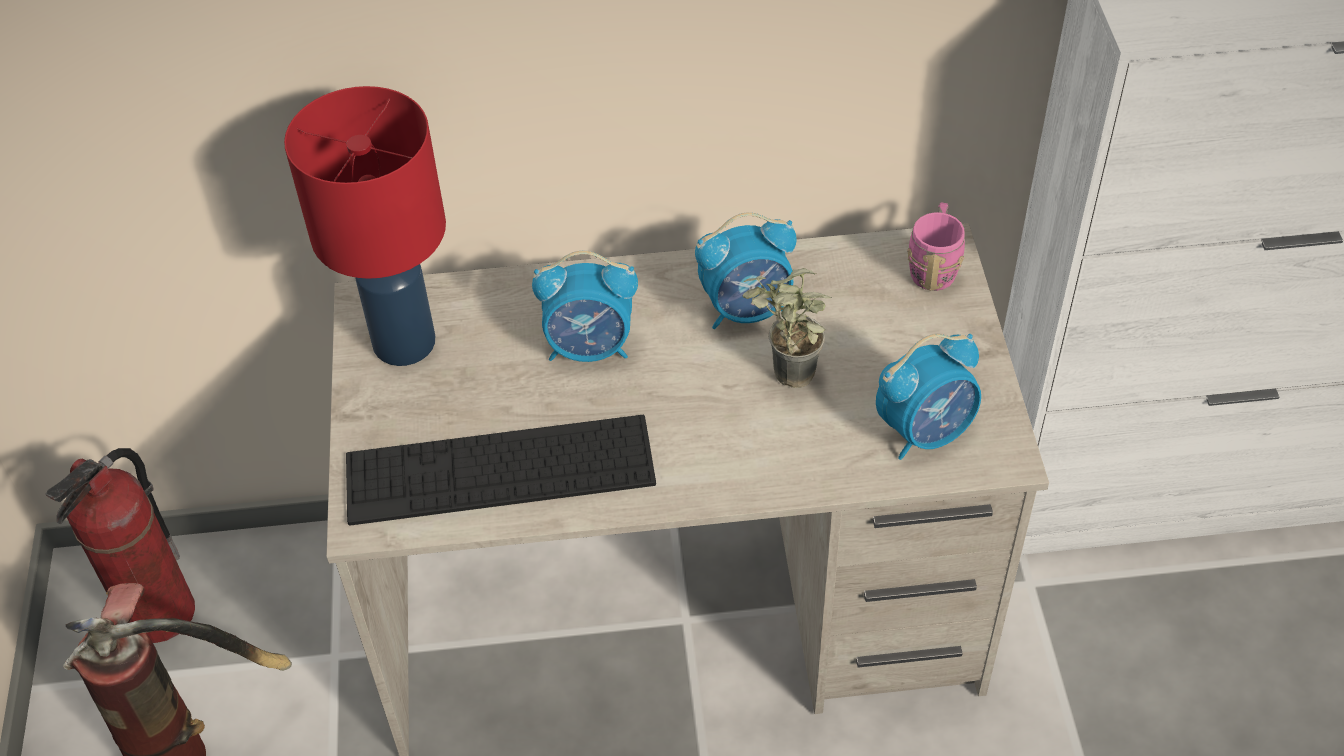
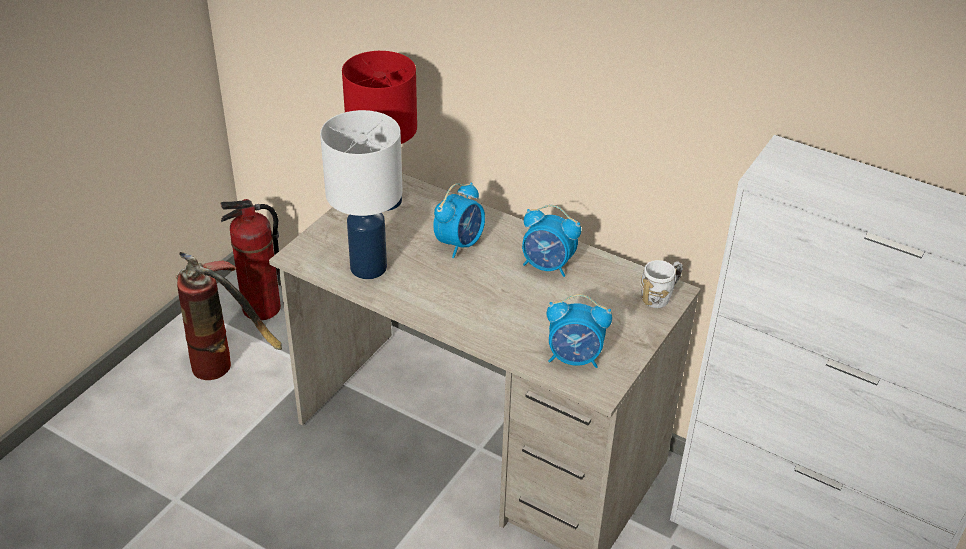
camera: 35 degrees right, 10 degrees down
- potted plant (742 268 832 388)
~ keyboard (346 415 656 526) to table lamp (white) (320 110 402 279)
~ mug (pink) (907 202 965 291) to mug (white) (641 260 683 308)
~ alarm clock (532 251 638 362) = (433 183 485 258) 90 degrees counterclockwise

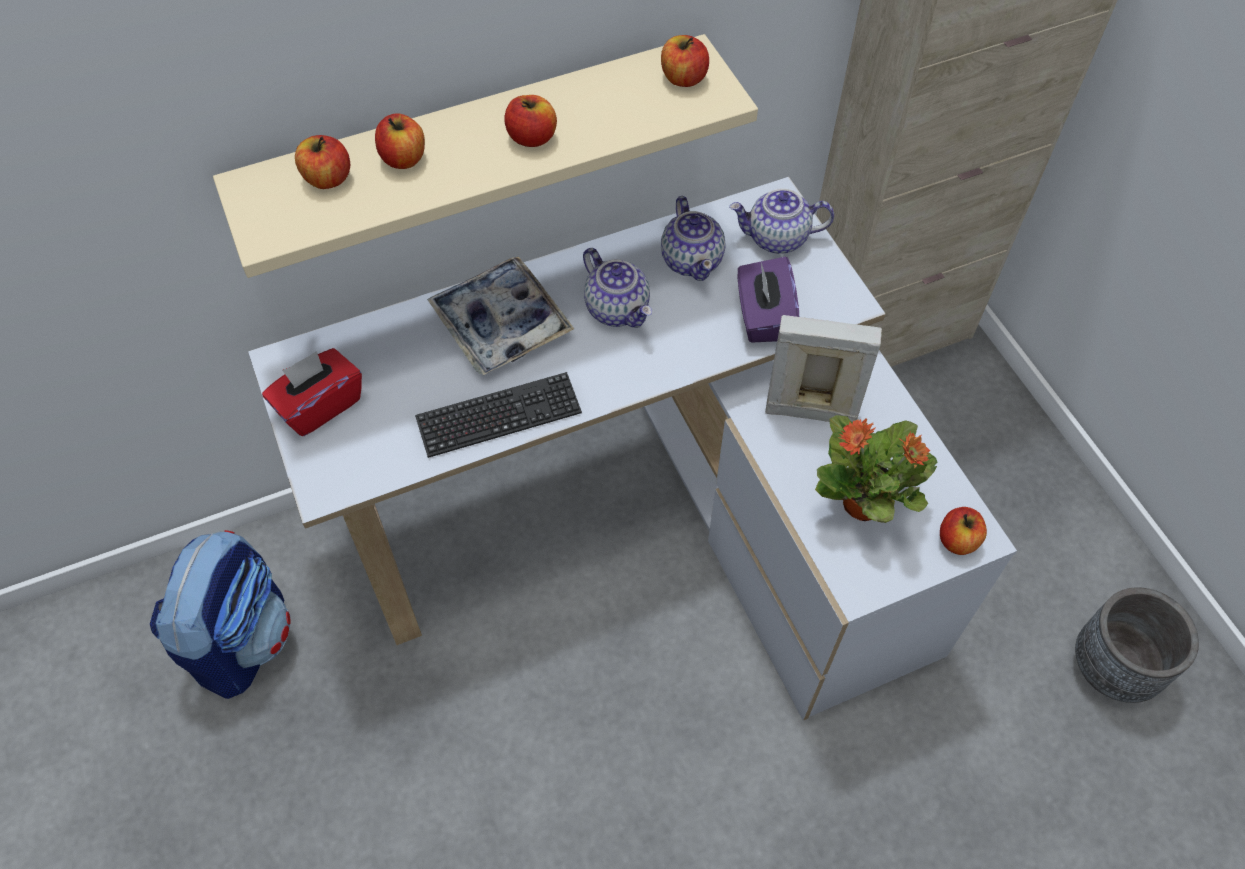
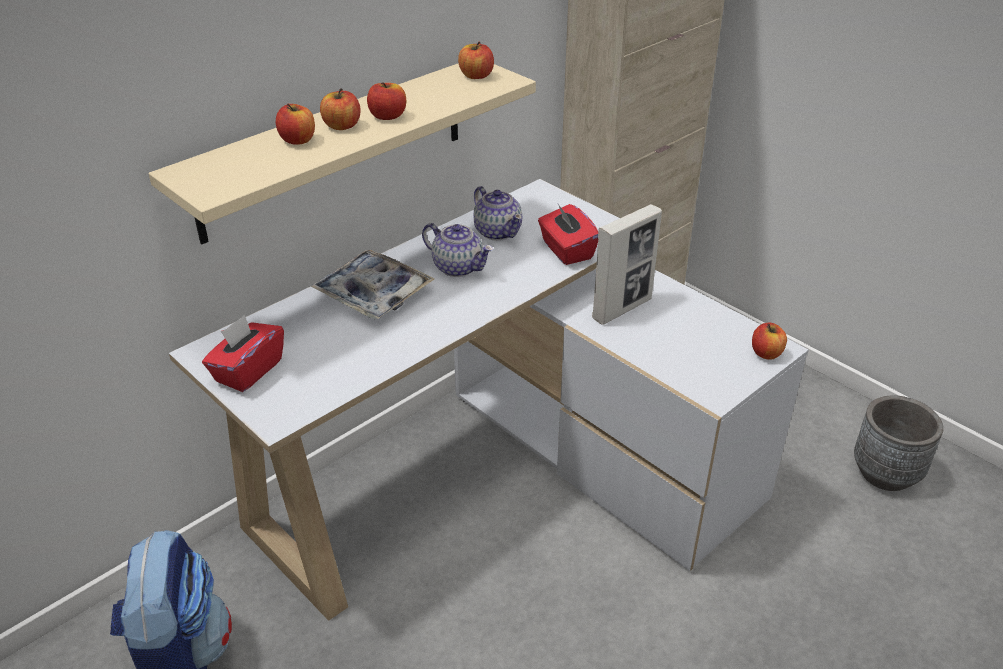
camera: 20 degrees left, 20 degrees down
- keyboard (415 372 582 458)
- teapot (730 188 834 254)
- potted plant (815 415 937 523)
~ apple (295 135 350 189) to (320 88 360 130)
~ tissue box (purple) (738 257 799 343) to tissue box (red) (538 204 598 265)
~ picture frame (765 315 882 423) = (592 204 662 325) 150 degrees clockwise

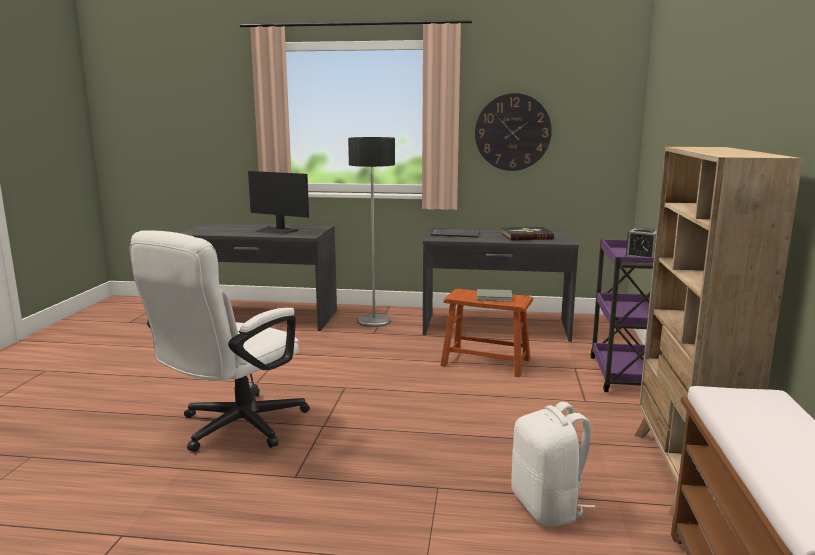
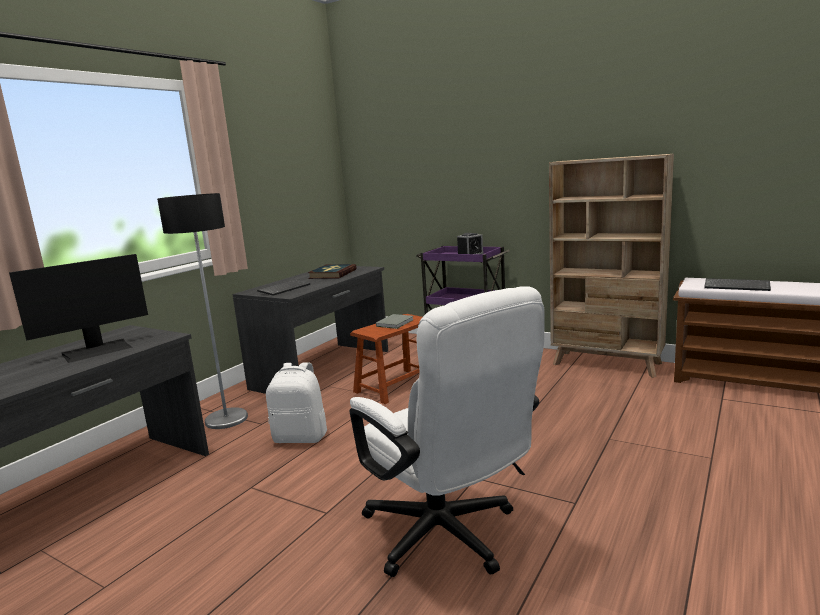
camera: 65 degrees left, 0 degrees up
- wall clock (475 93 552 171)
+ keyboard (704 278 771 291)
~ backpack (white) (511 402 595 527) to (266 362 327 443)

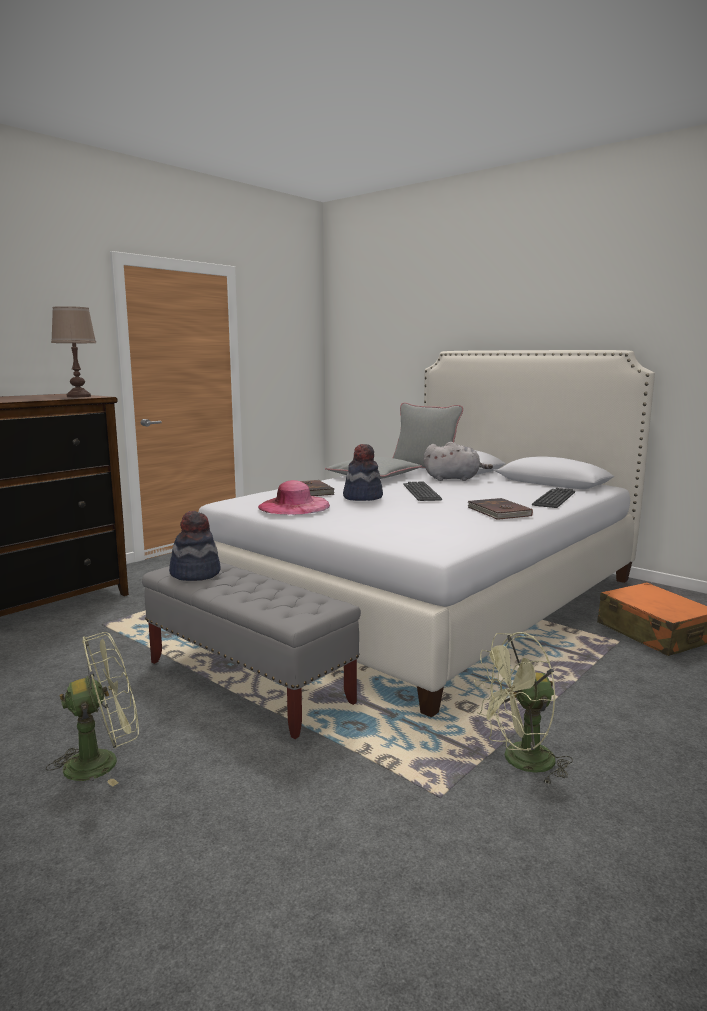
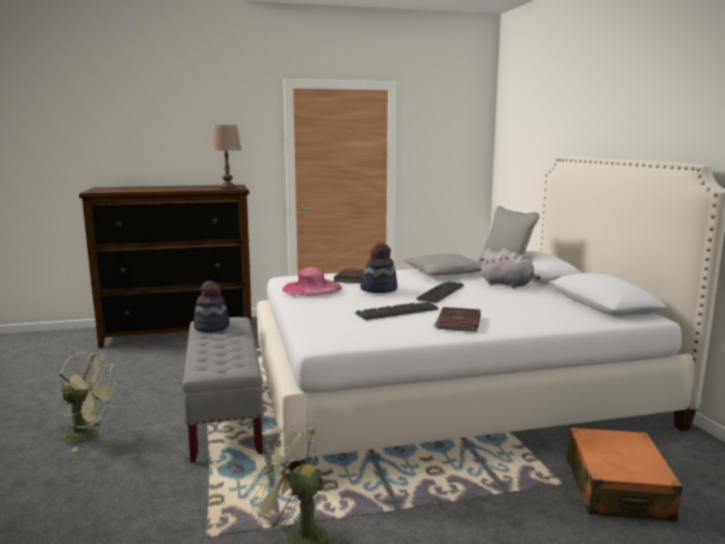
camera: 35 degrees right, 0 degrees up
~ keyboard (532 488 575 508) to (355 302 439 320)

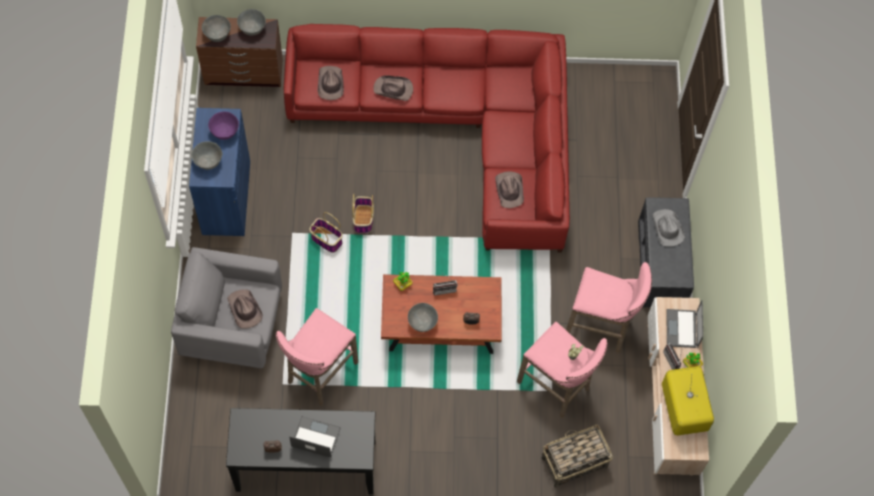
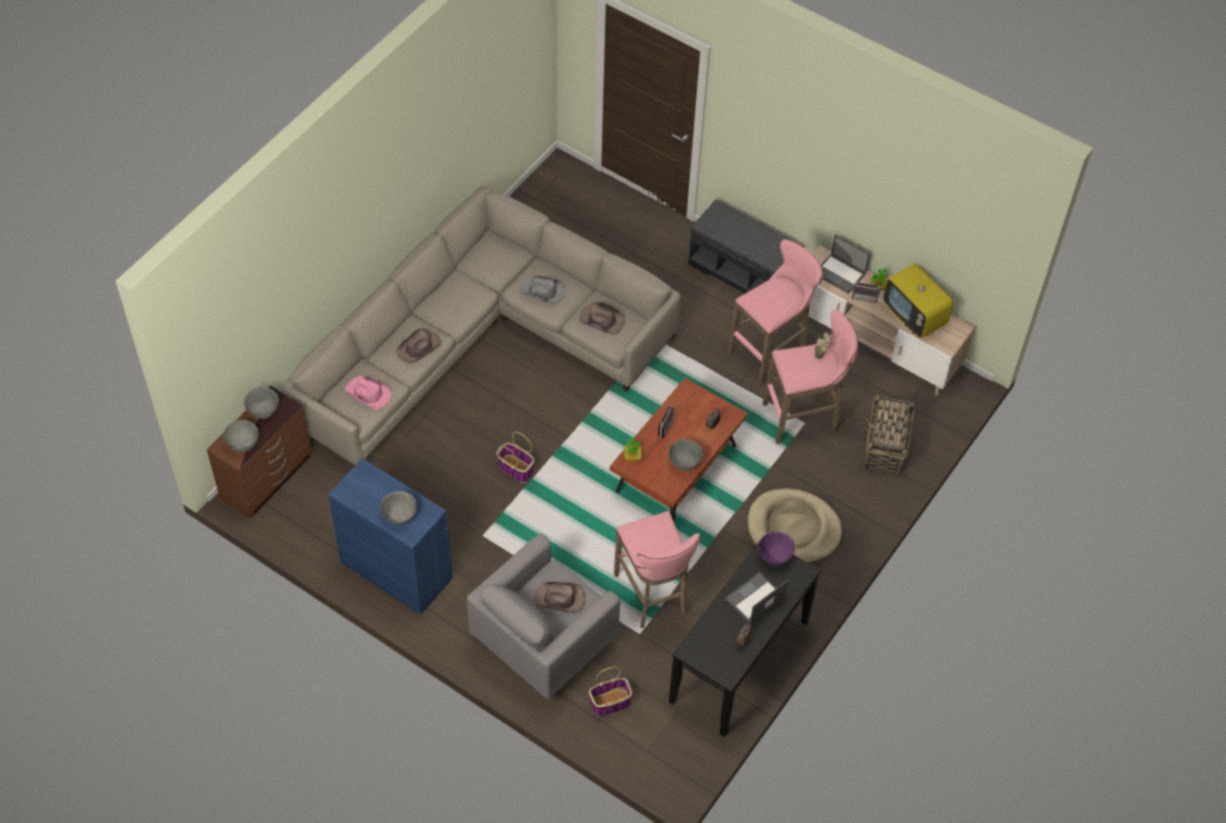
camera: 55 degrees left, 10 degrees down
+ dog bed (beige) (748 488 842 563)
~ bowl (purple) (208 112 239 140) to (759 532 795 565)
~ basket (310 212 343 253) to (589 667 632 716)
~ hat (grey) (652 209 685 247) to (520 276 565 305)
~ sofa (red) (284 24 570 253) to sofa (grey) (282 185 681 465)
~ hat (brown) (318 66 344 100) to hat (pink) (345 376 392 410)
~ television (662 366 714 435) = (883 264 954 338) 150 degrees counterclockwise

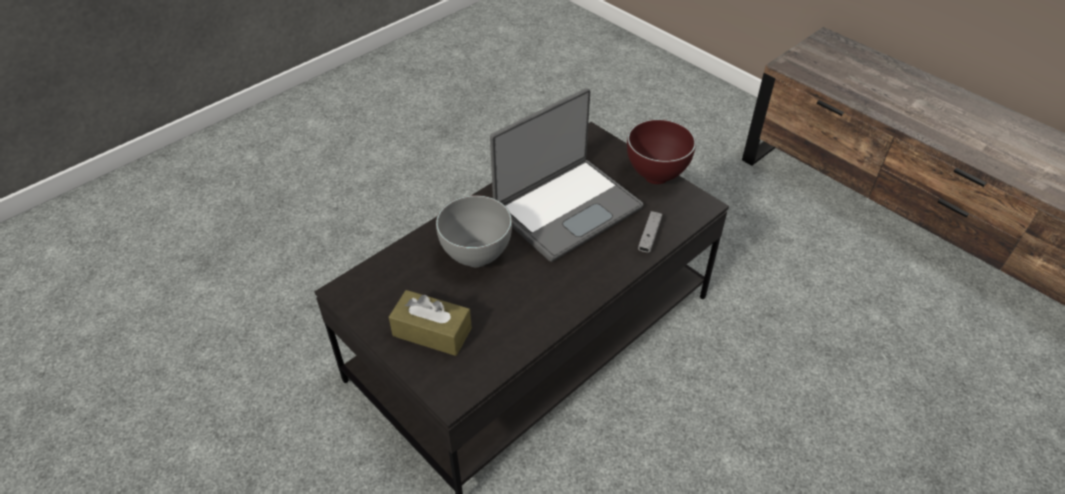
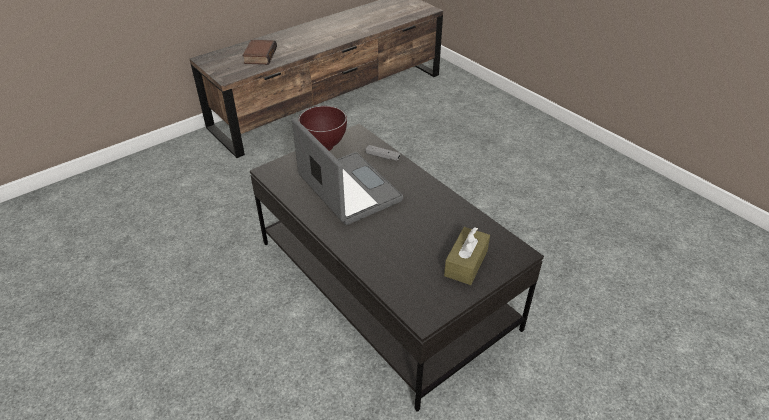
camera: 85 degrees left, 5 degrees down
- bowl (grey) (436 195 512 267)
+ book (242 40 277 65)

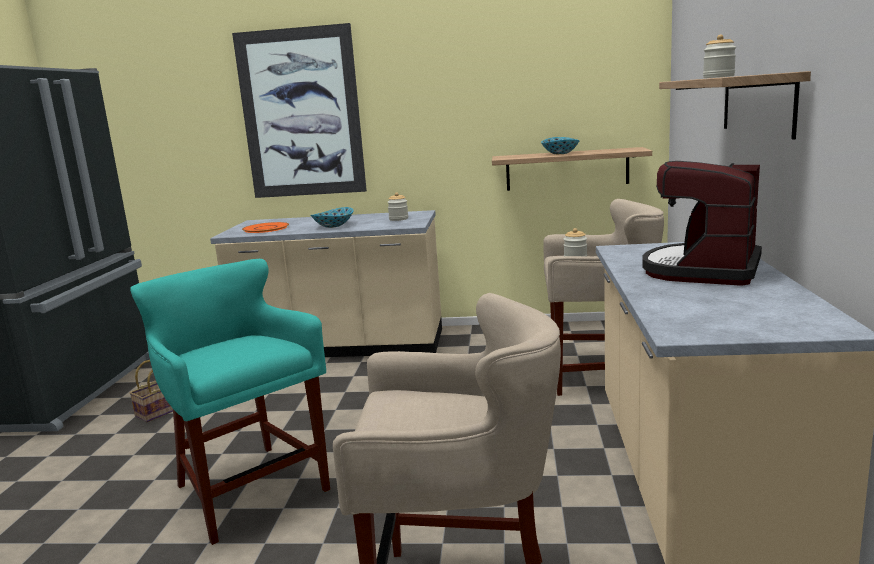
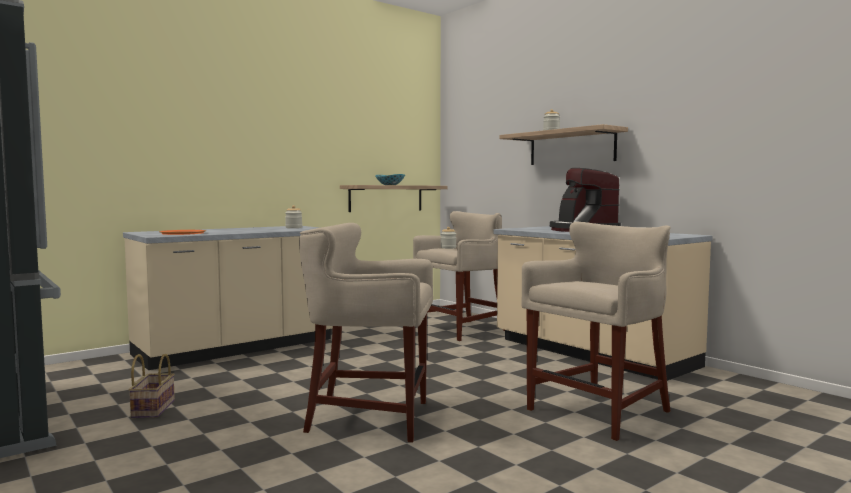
camera: 45 degrees left, 10 degrees down
- picture (232 23 367 198)
- bowl (311 207 354 228)
~ stool (turquoise) (130 259 330 545) to stool (beige) (299 223 433 443)

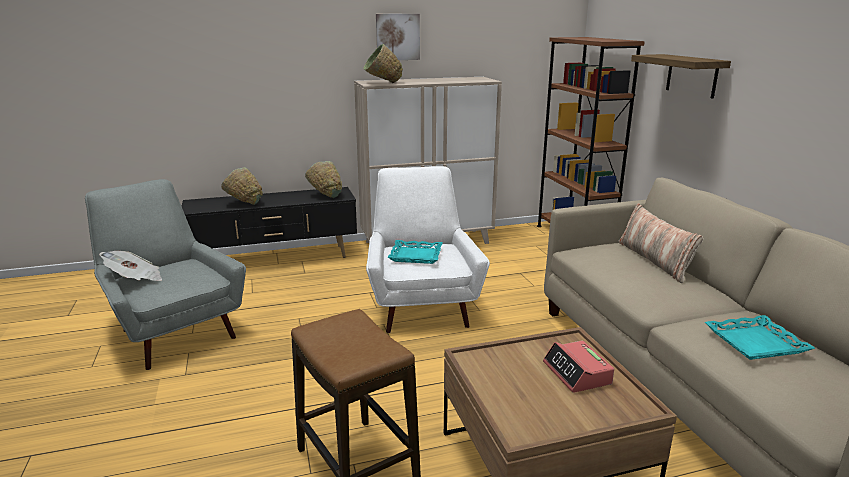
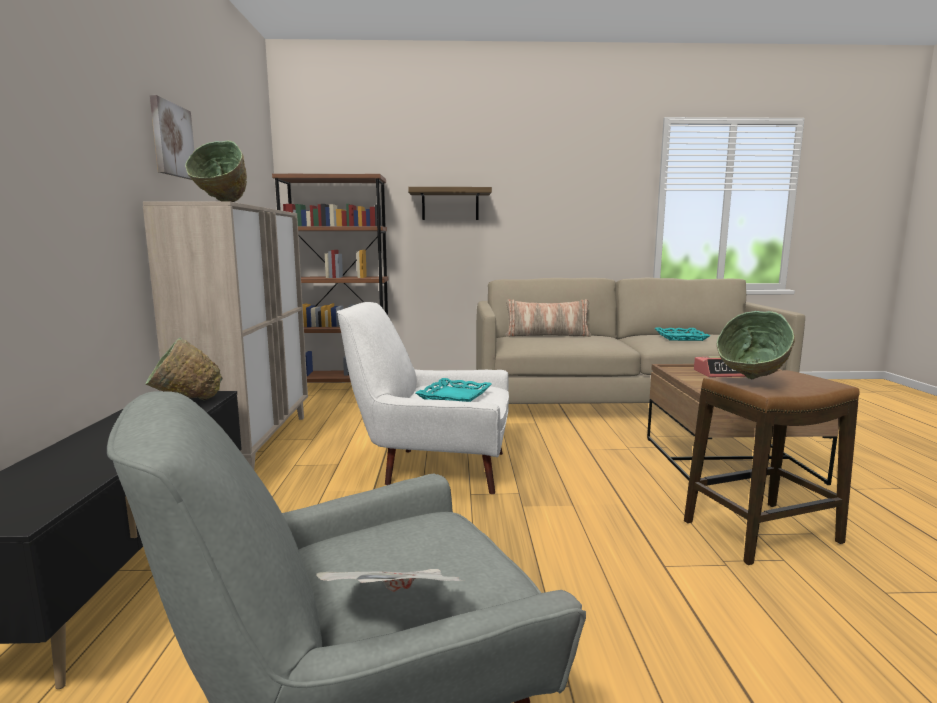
camera: 75 degrees left, 10 degrees down
~ bowl (green) (221 167 263 205) to (716 311 795 379)

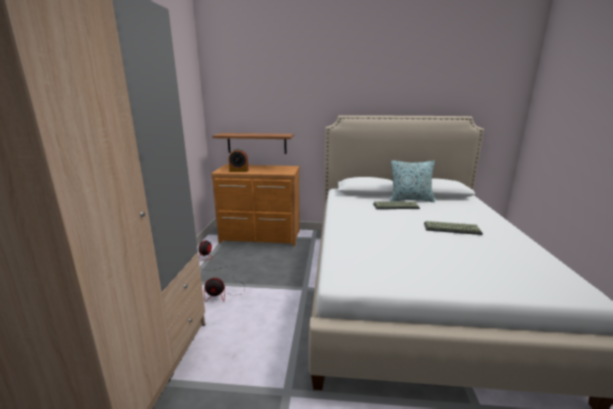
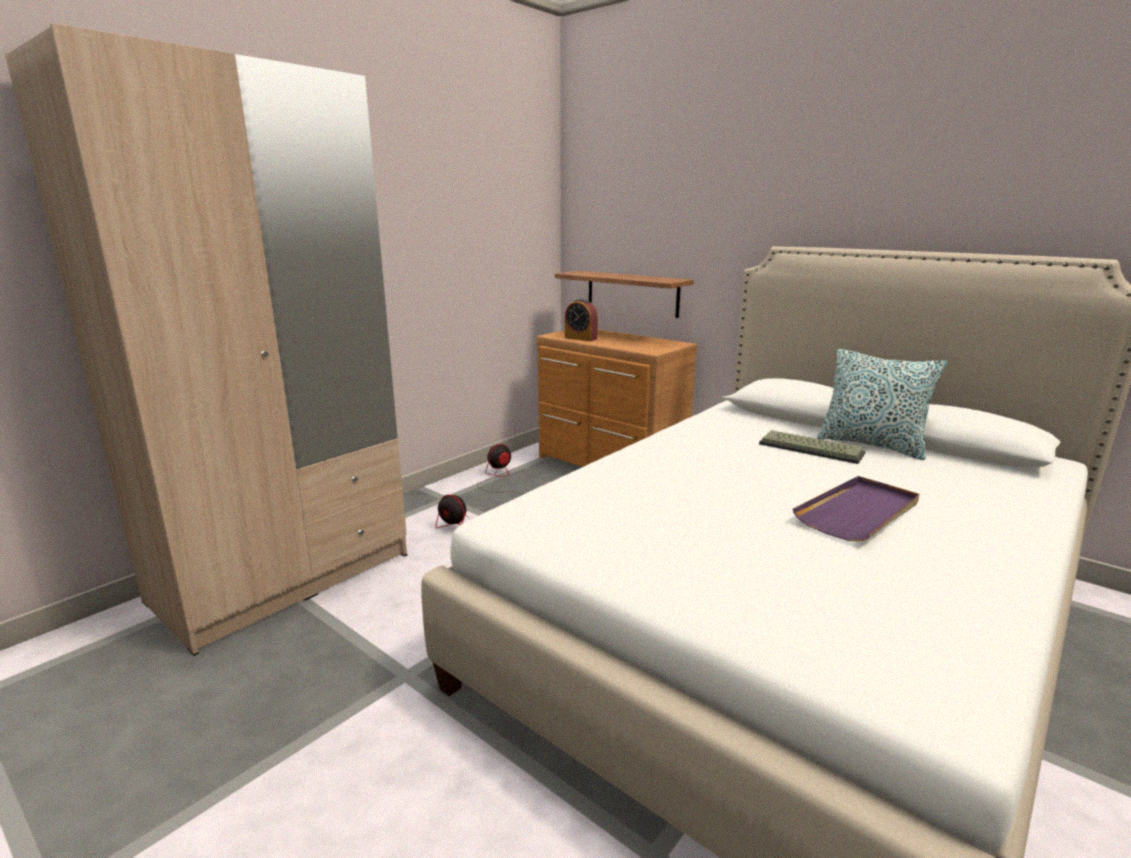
camera: 35 degrees right, 0 degrees up
~ keyboard (424 221 483 235) to tray (purple) (793 476 919 541)

